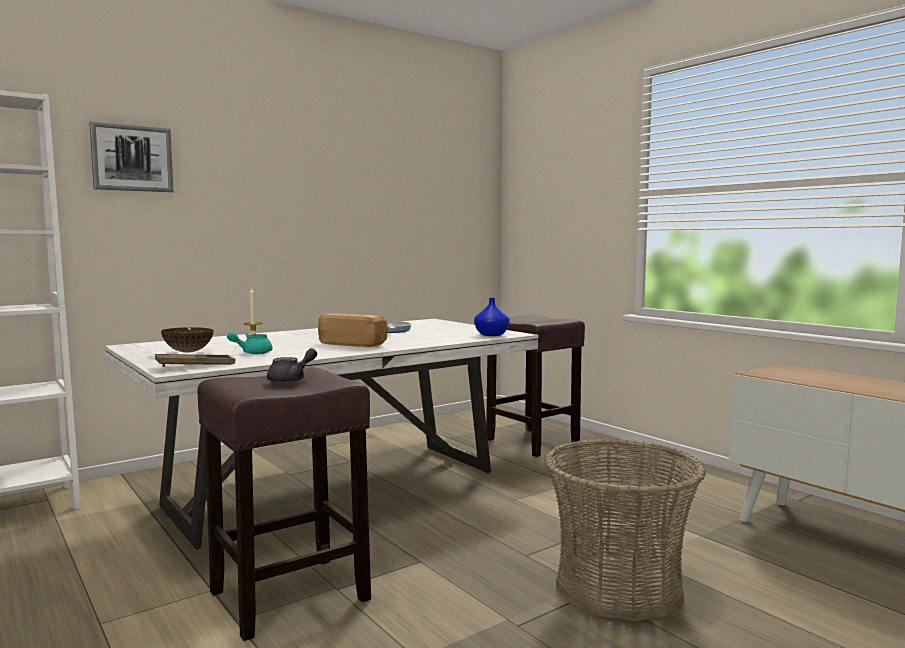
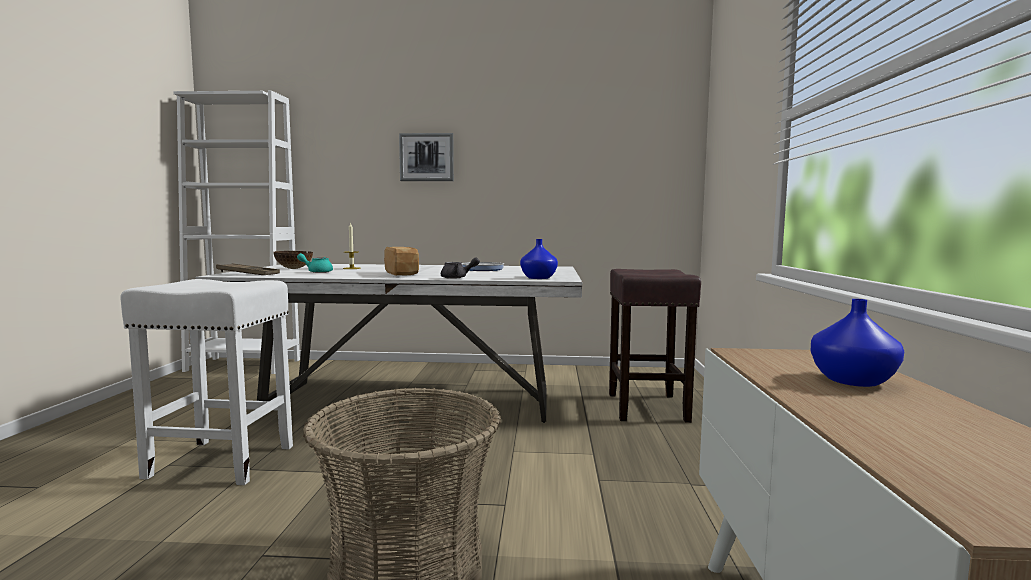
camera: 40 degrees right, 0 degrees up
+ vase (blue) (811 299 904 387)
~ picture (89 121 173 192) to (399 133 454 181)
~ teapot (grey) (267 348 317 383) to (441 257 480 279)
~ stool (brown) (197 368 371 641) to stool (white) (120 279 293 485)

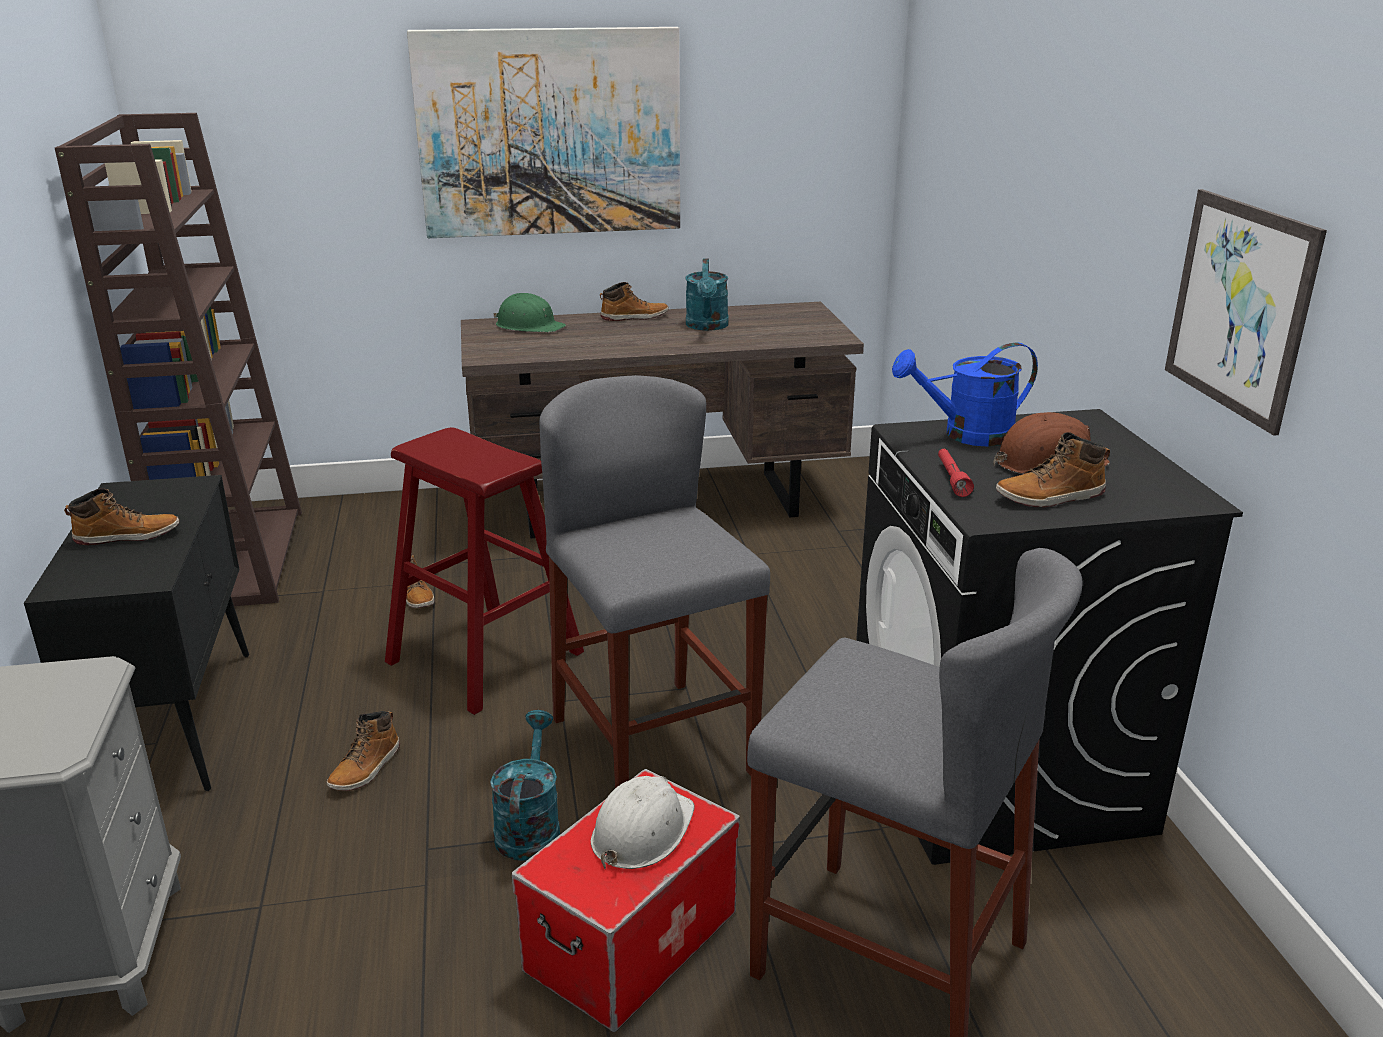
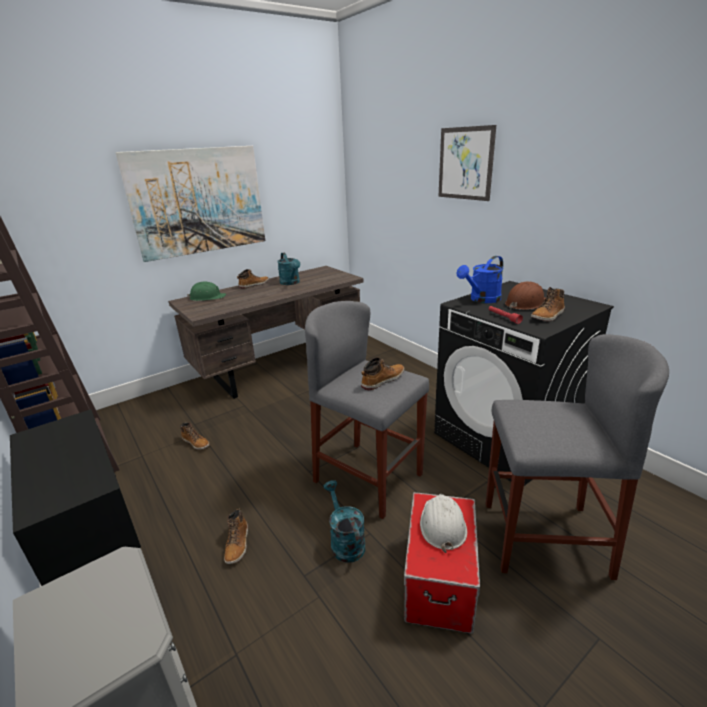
camera: 25 degrees left, 0 degrees up
- stool (red) (385 427 584 715)
~ boot (64 488 179 545) to (361 357 404 390)
~ picture (1165 189 1327 436) to (438 125 496 201)

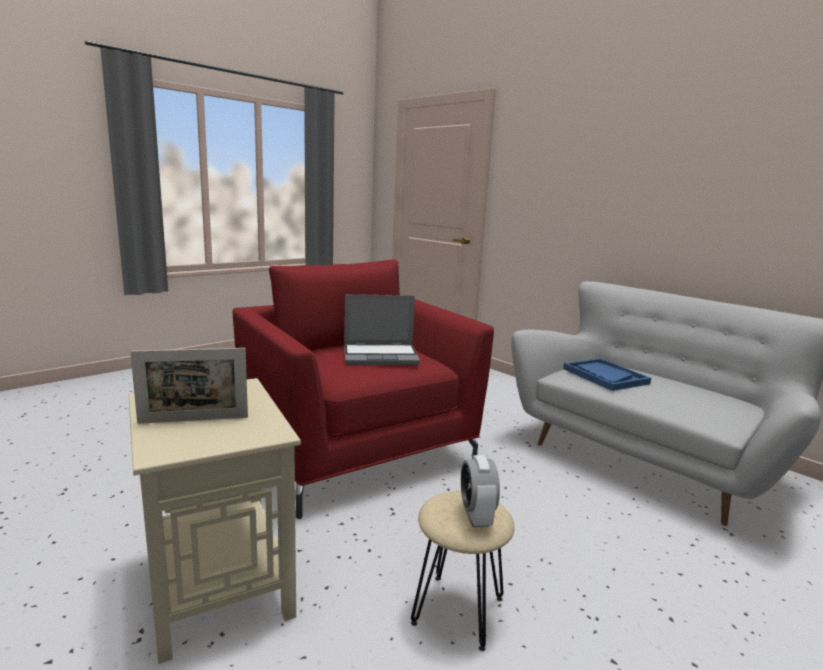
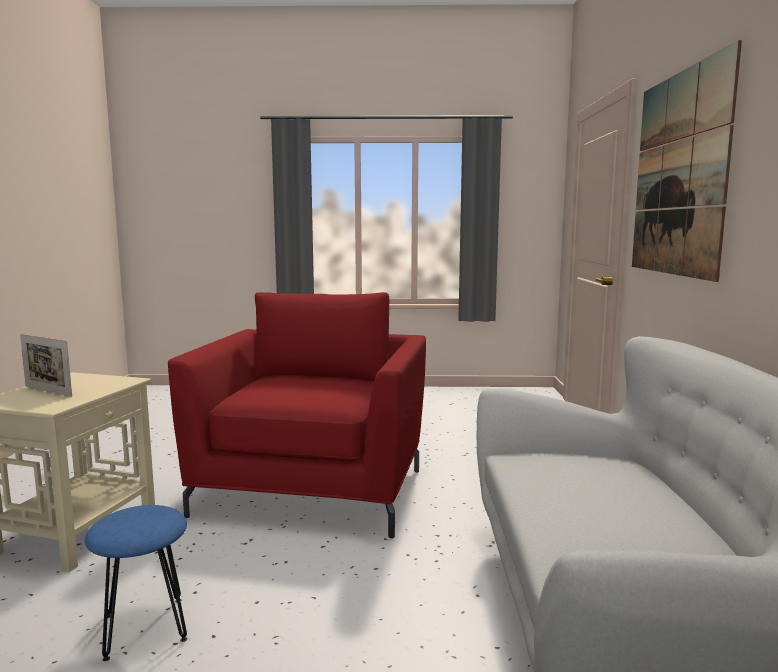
camera: 45 degrees right, 5 degrees down
- laptop (344 294 420 365)
- alarm clock (461 455 500 527)
- tray (blue) (563 358 651 391)
+ picture (632 40 742 282)
~ stool (beige) (411 491 515 651) to stool (blue) (85 505 187 661)

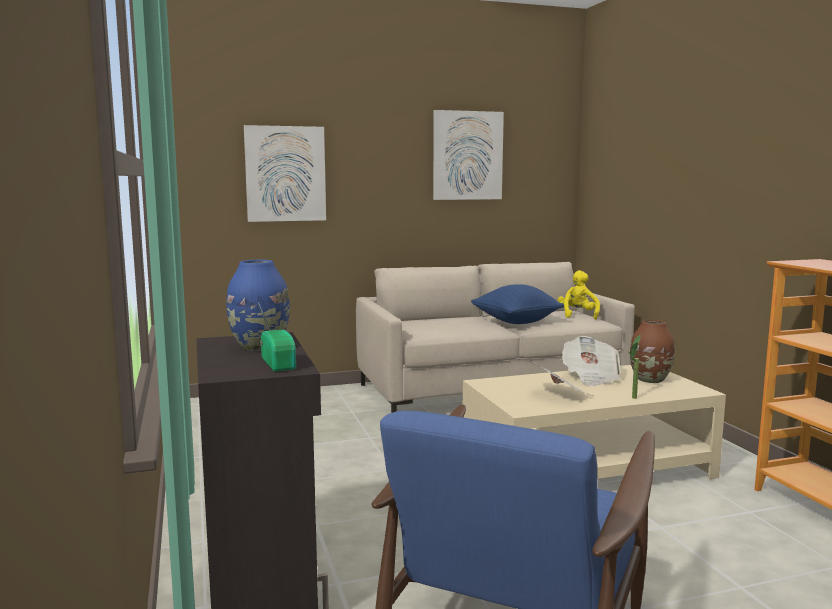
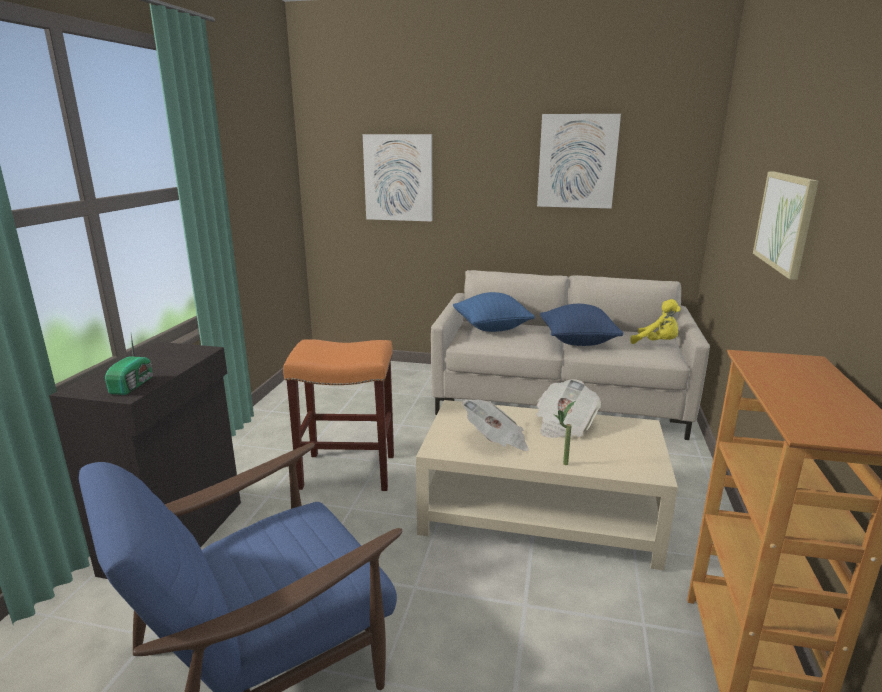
camera: 30 degrees right, 10 degrees up
- vase (blue) (226 260 290 351)
- vase (brown) (630 320 675 383)
+ stool (orange) (283 339 394 491)
+ pillow (blue) (453 292 535 332)
+ picture (753 172 819 280)
~ plush toy (yellow) (558 270 600 319) = (630 299 681 344) 90 degrees clockwise

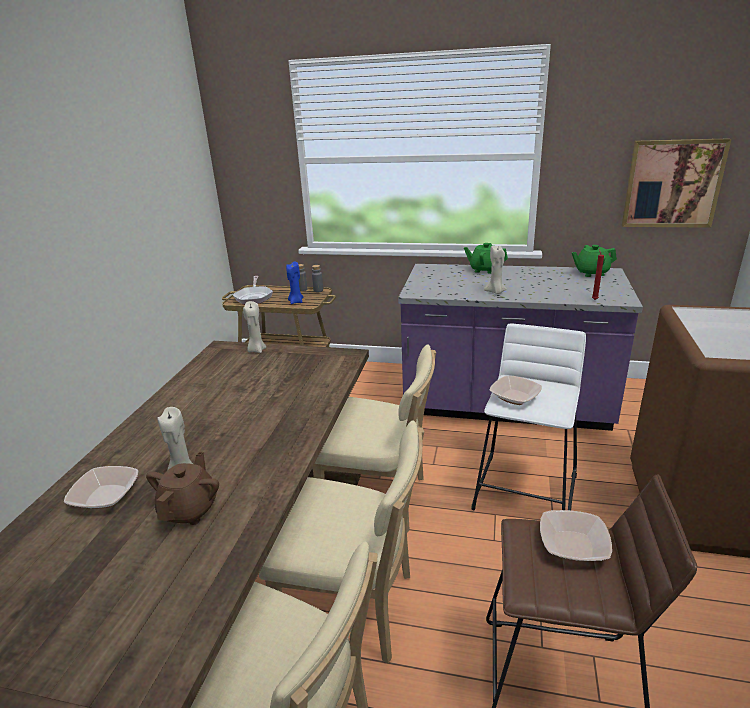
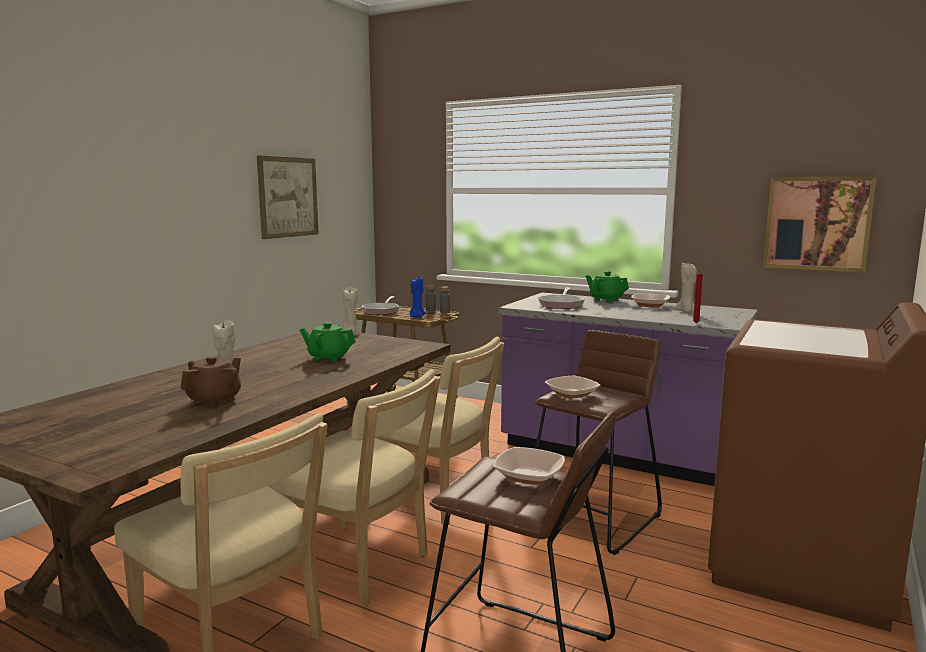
camera: 15 degrees right, 15 degrees down
+ picture (257 155 319 239)
+ frying pan (538 287 585 309)
~ bowl (64 466 138 509) to (631 294 670 307)
~ candle (beige) (484 246 507 294) to (674 263 697 312)
~ teapot (green) (572 245 617 277) to (300 322 356 362)
~ stool (white) (471 324 586 510) to stool (brown) (535 330 662 555)

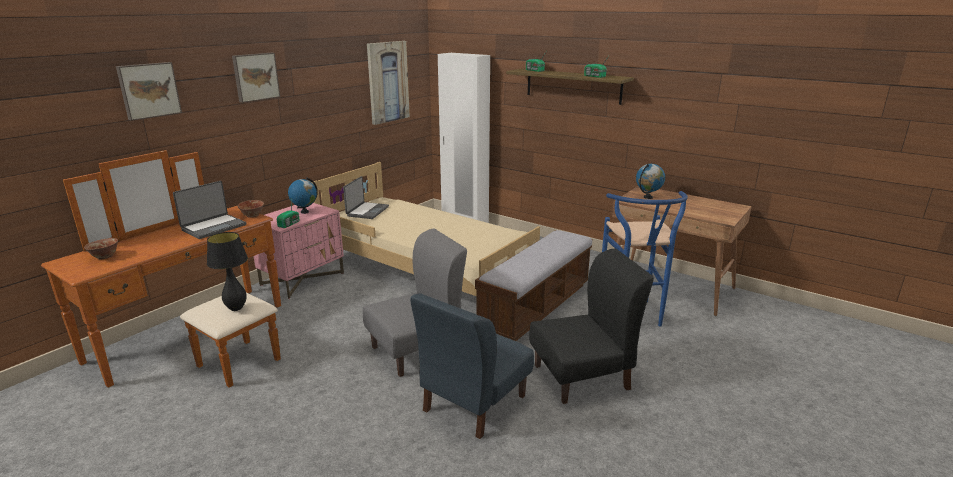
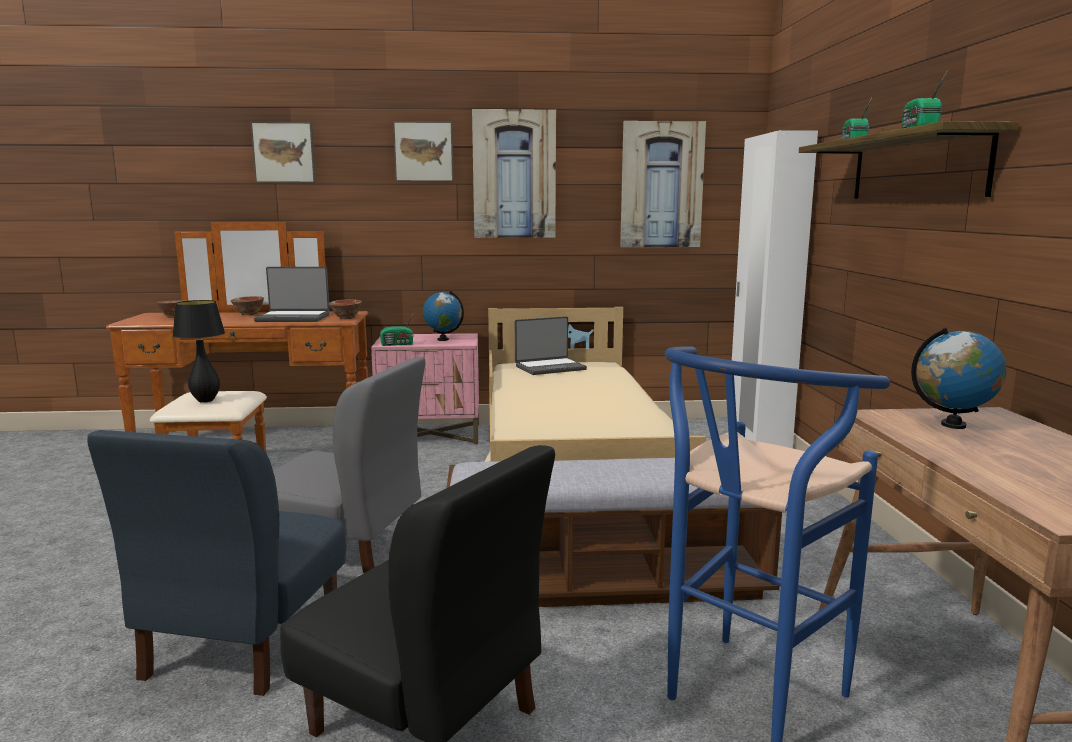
camera: 50 degrees right, 10 degrees down
+ bowl (231 296 264 315)
+ picture (472 109 556 238)
~ chair (blue) (410 293 534 439) = (87 430 347 696) 75 degrees counterclockwise

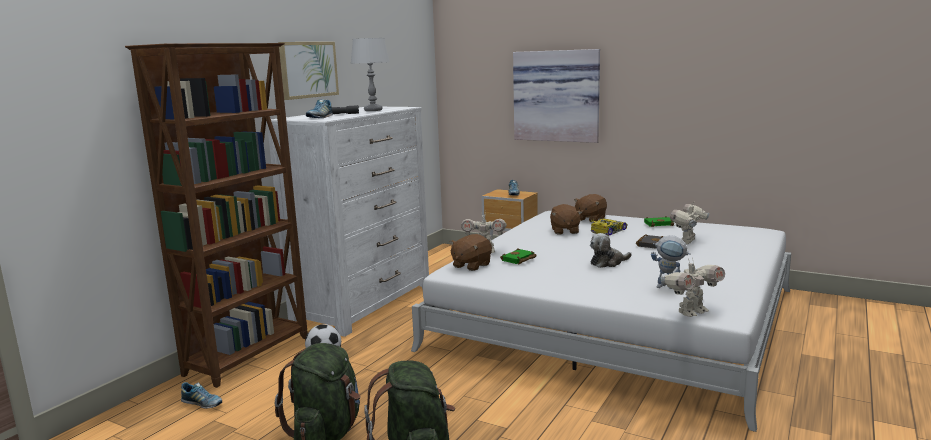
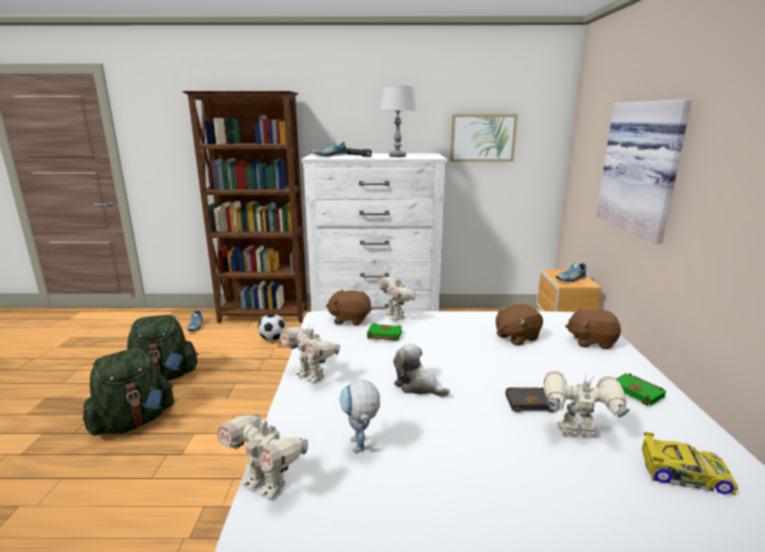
camera: 60 degrees right, 5 degrees up
+ toy robot (280 322 340 383)
~ picture (278 42 339 100) to (450 114 518 162)
~ toy car (591 218 628 236) to (641 432 738 495)

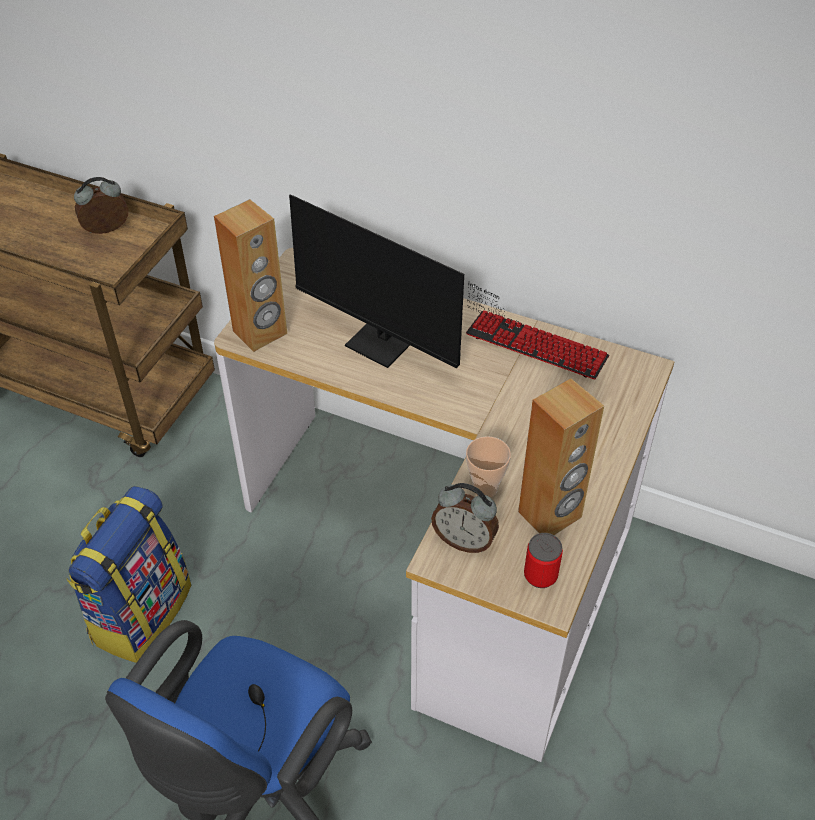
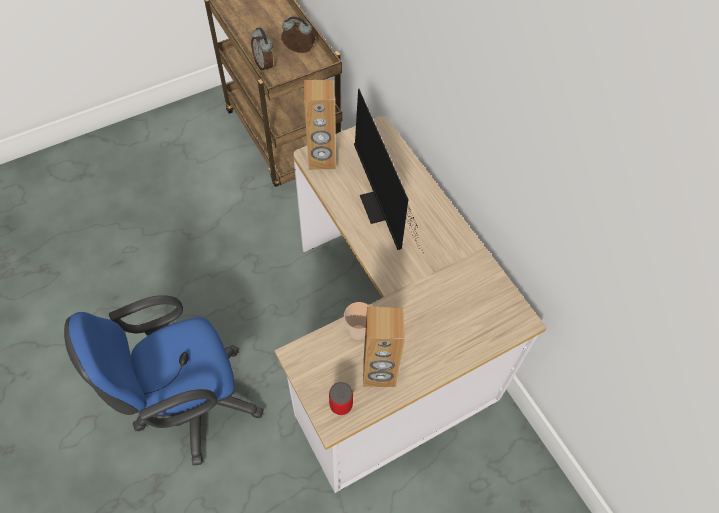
camera: 35 degrees right, 10 degrees up
- backpack (67 486 191 663)
- keyboard (466 310 609 379)
~ alarm clock (431 483 499 553) to (251 28 273 73)

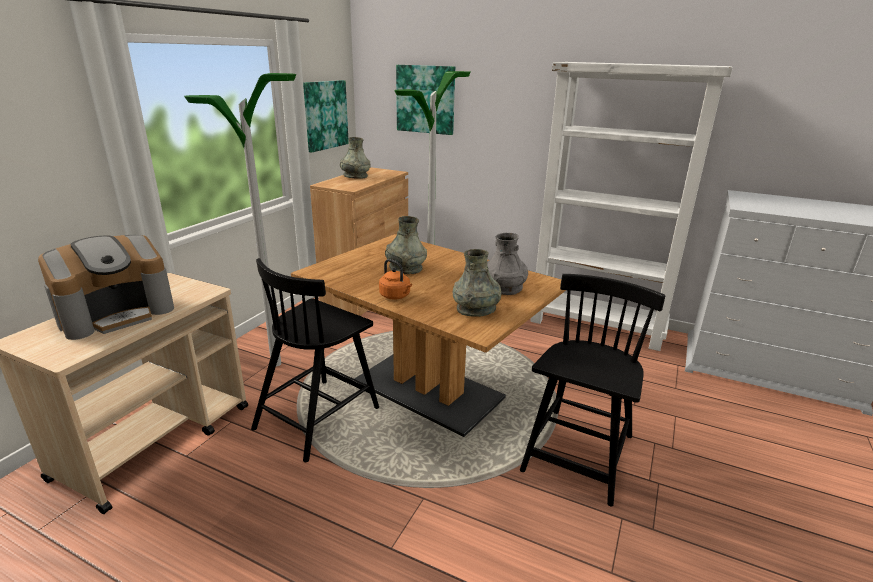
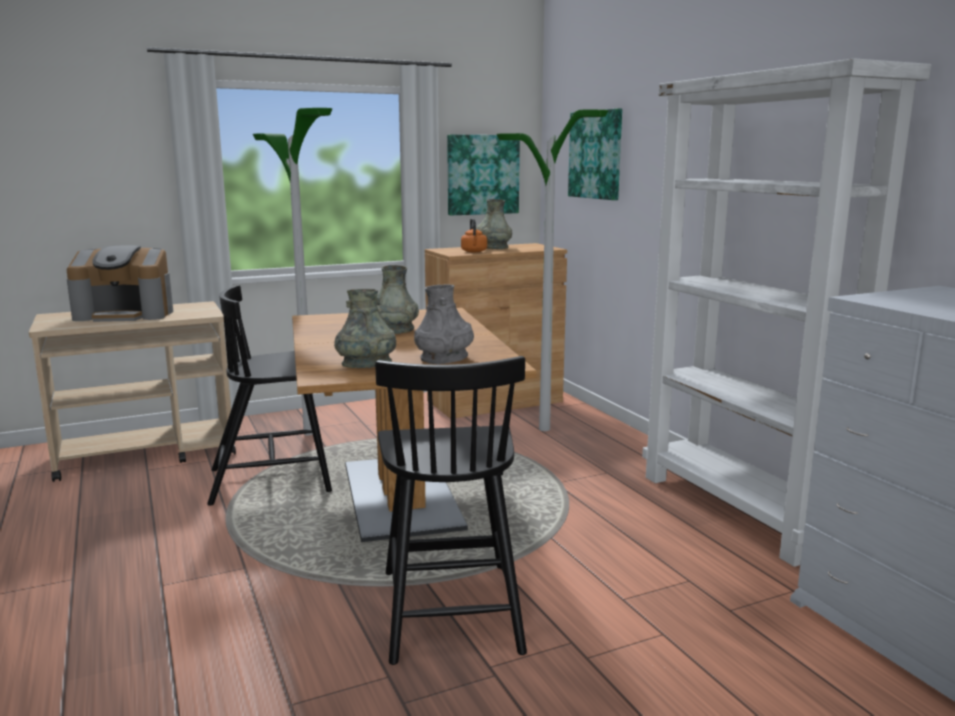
camera: 40 degrees right, 10 degrees down
~ kettle (orange) (379 259 412 299) to (461 218 487 252)
~ chair (black) (520 274 665 507) = (375 356 527 665) 105 degrees clockwise

